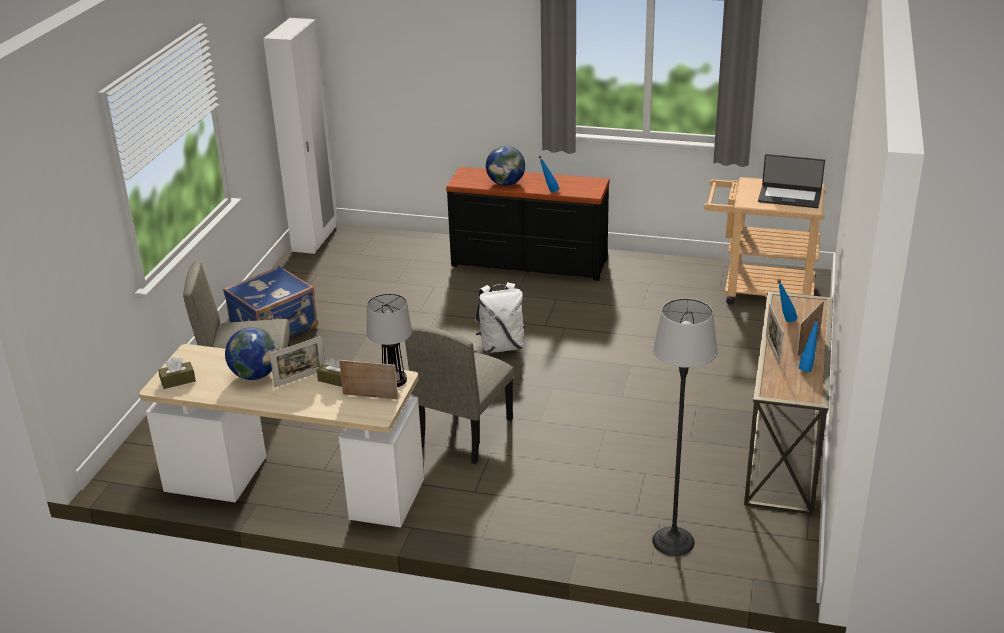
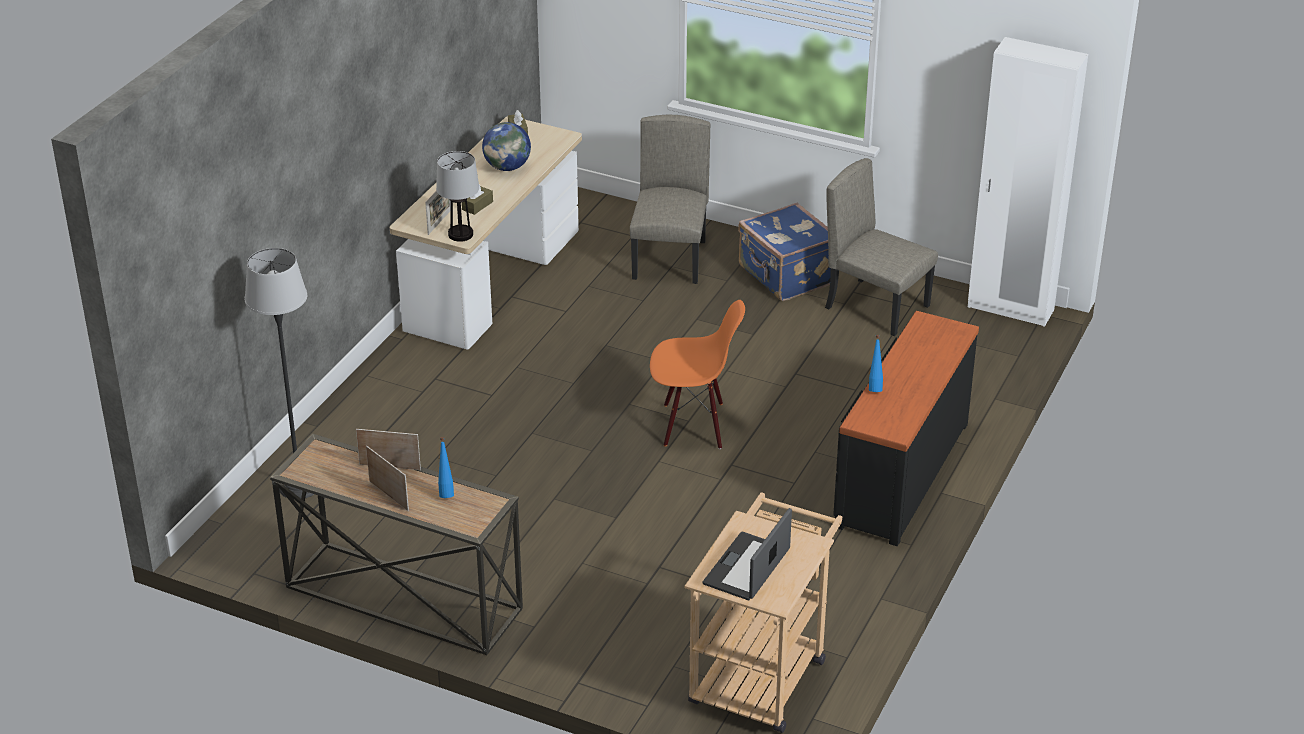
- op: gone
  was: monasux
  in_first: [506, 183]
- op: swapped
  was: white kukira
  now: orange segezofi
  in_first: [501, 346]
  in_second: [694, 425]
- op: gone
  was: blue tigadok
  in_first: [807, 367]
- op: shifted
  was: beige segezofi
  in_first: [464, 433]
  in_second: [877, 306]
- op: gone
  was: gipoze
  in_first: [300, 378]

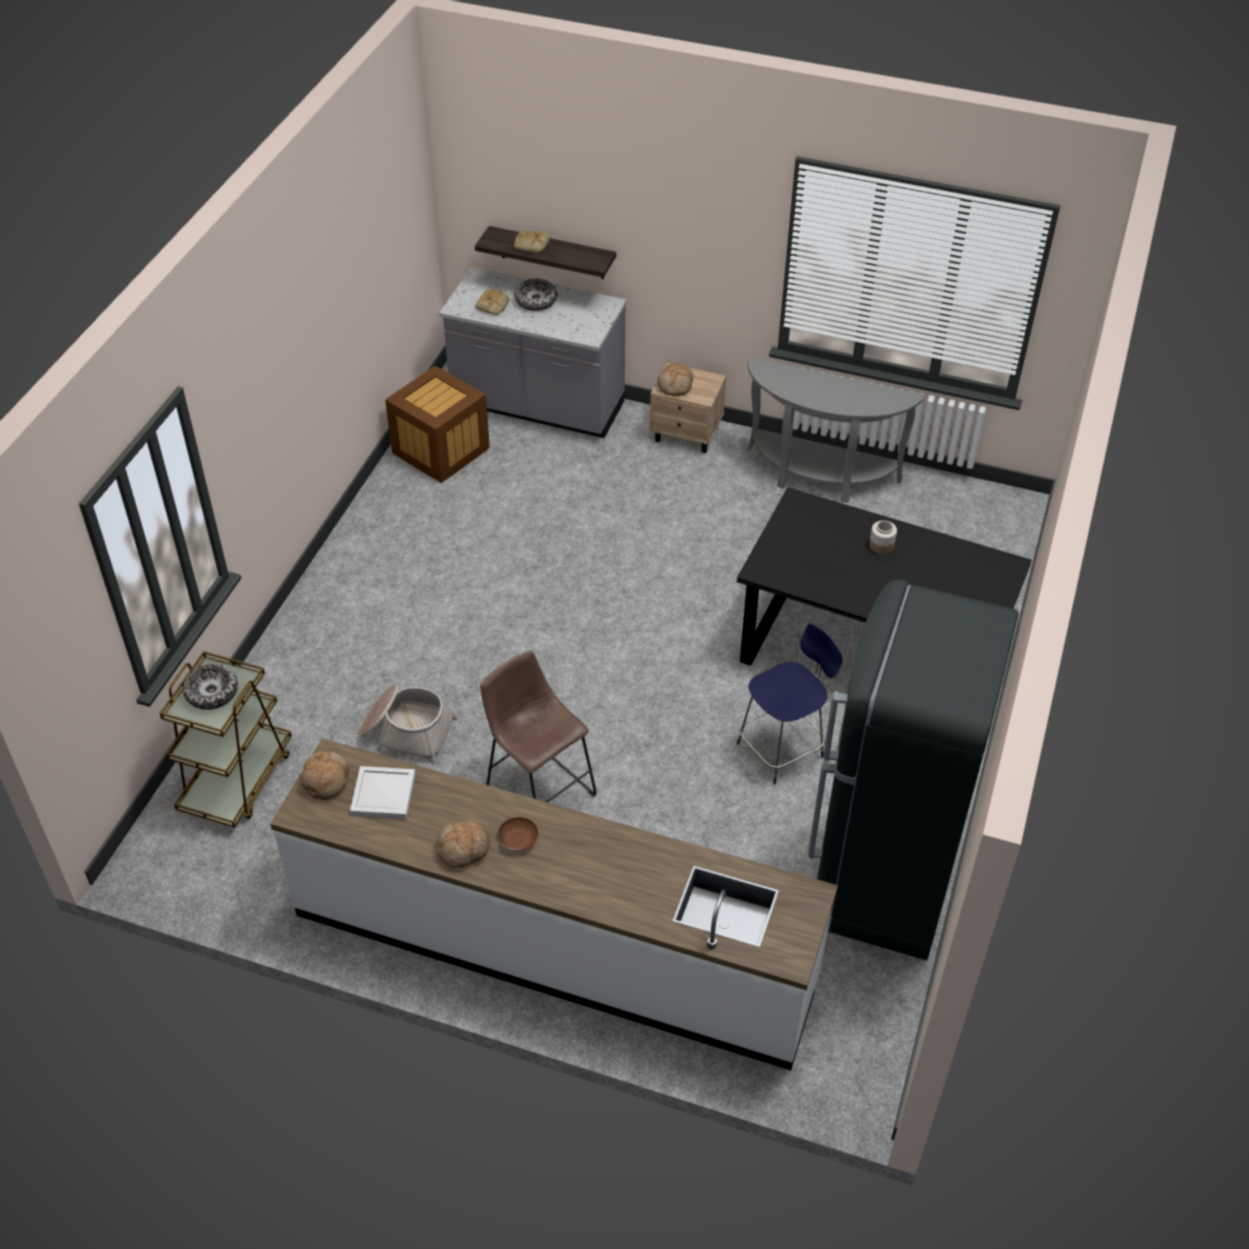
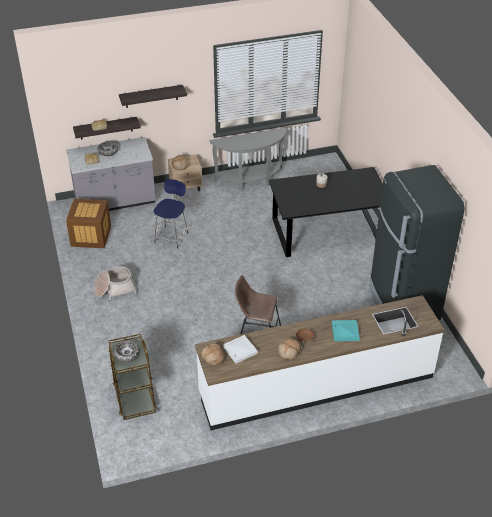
- op: shifted
  was: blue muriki
  in_first: [782, 748]
  in_second: [172, 237]
- op: shifted
  was: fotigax
  in_first: [406, 731]
  in_second: [115, 289]
- op: new
  now: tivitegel
  in_second: [151, 96]
- op: new
  now: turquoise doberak
  in_second: [344, 331]

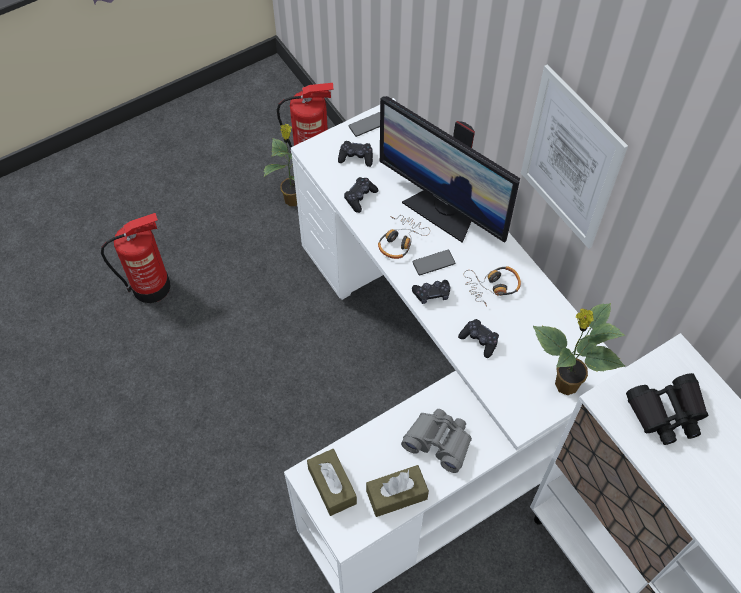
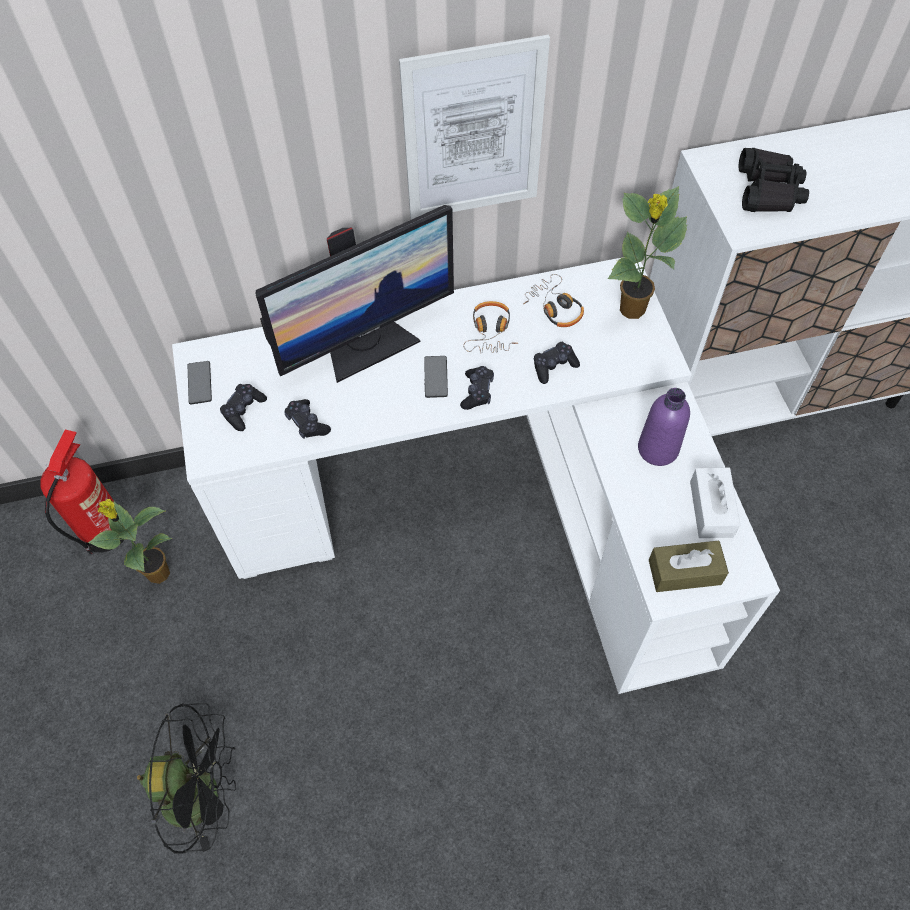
- op: swapped
  was: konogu
  now: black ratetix
  in_first: [152, 286]
  in_second: [204, 793]
- op: shifted
  was: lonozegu
  in_first: [400, 240]
  in_second: [554, 307]
- op: swapped
  was: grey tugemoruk
  now: purple tigadok
  in_first: [439, 442]
  in_second: [658, 449]
- op: repainted
  was: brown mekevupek
  now: white mekevupek
  in_first: [396, 495]
  in_second: [711, 509]

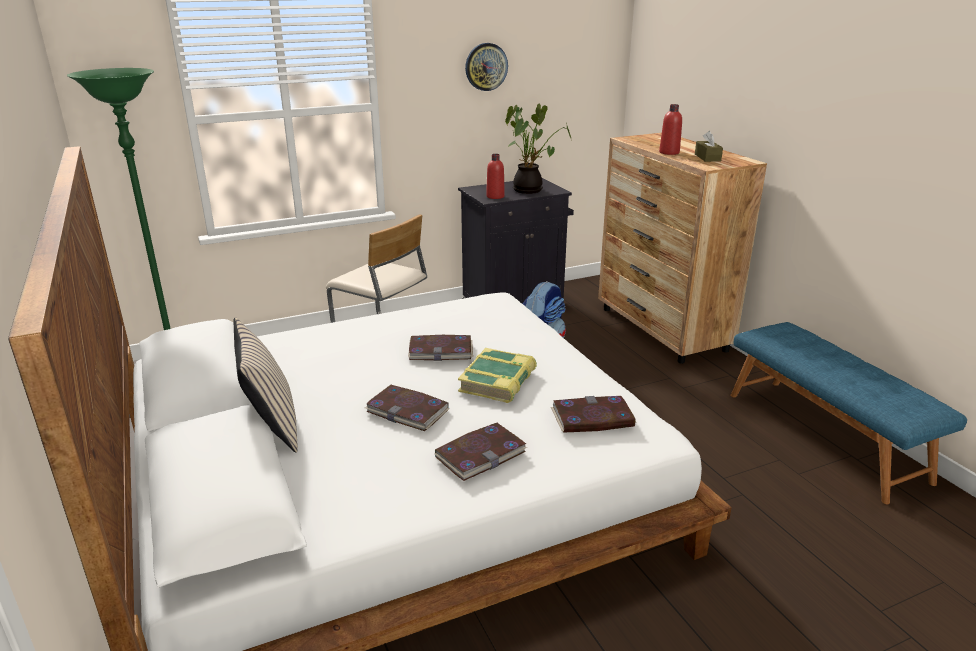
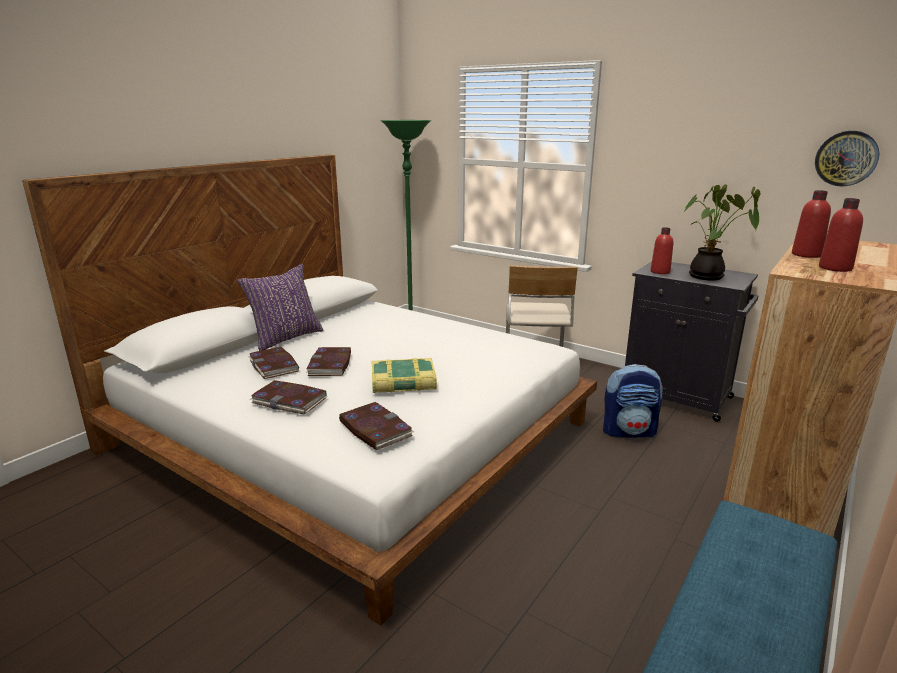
- op: shifted
  was: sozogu
  in_first: [486, 67]
  in_second: [846, 158]
- op: swapped
  was: brown mekevupek
  now: red tigadok
  in_first: [707, 157]
  in_second: [835, 268]
- op: repainted
  was: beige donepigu
  now: purple donepigu
  in_first: [272, 426]
  in_second: [285, 338]
- op: shifted
  was: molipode
  in_first: [441, 350]
  in_second: [274, 365]

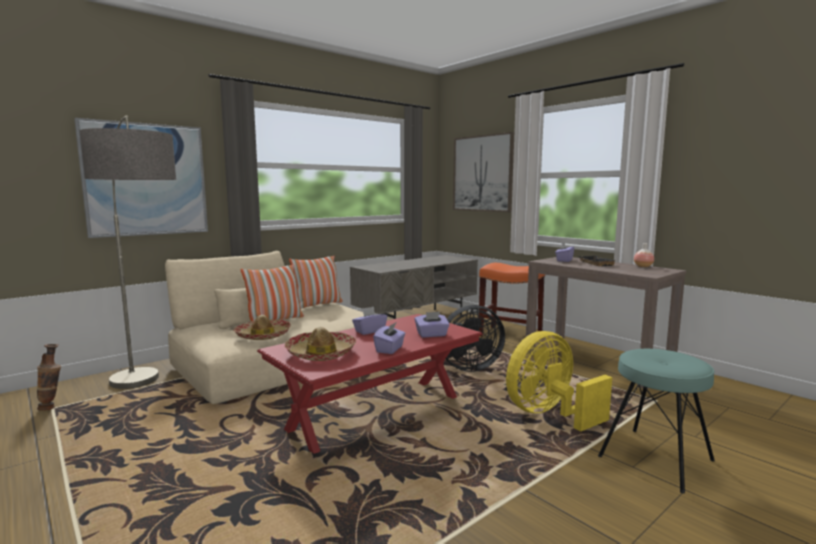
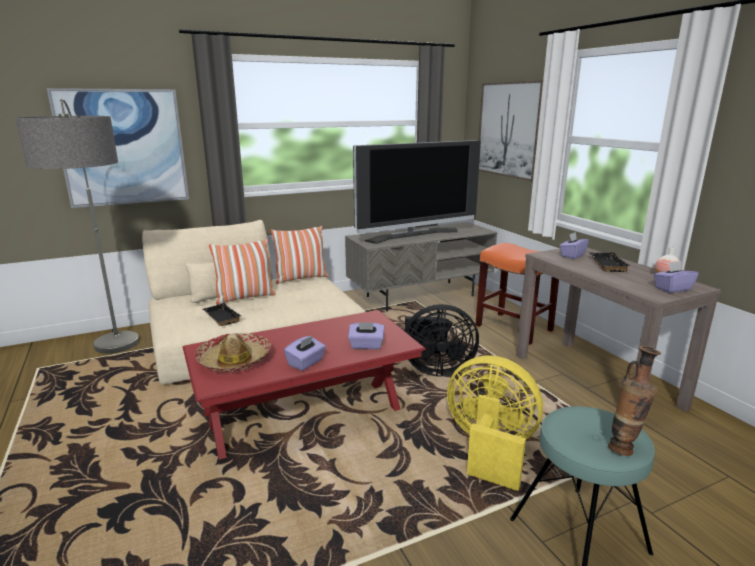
- op: shifted
  was: purple mekevupek
  in_first: [369, 331]
  in_second: [672, 288]
- op: swapped
  was: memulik
  now: black doberak
  in_first: [263, 335]
  in_second: [220, 318]
- op: rotated
  was: yellow ratetix
  in_first: [549, 414]
  in_second: [489, 449]
  clockwise: 45
- op: shifted
  was: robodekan
  in_first: [52, 407]
  in_second: [625, 448]
- op: new
  now: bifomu
  in_second: [414, 235]

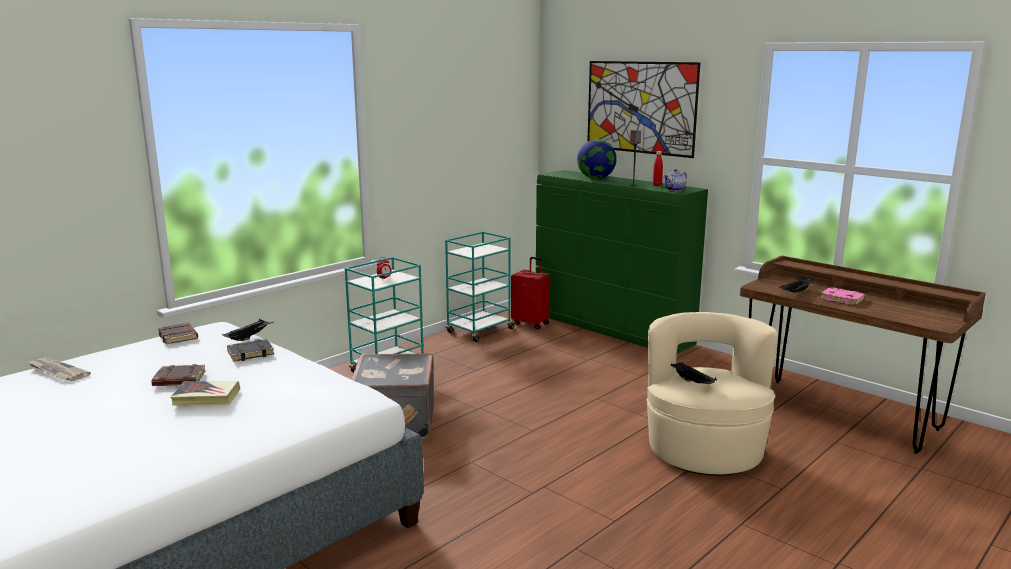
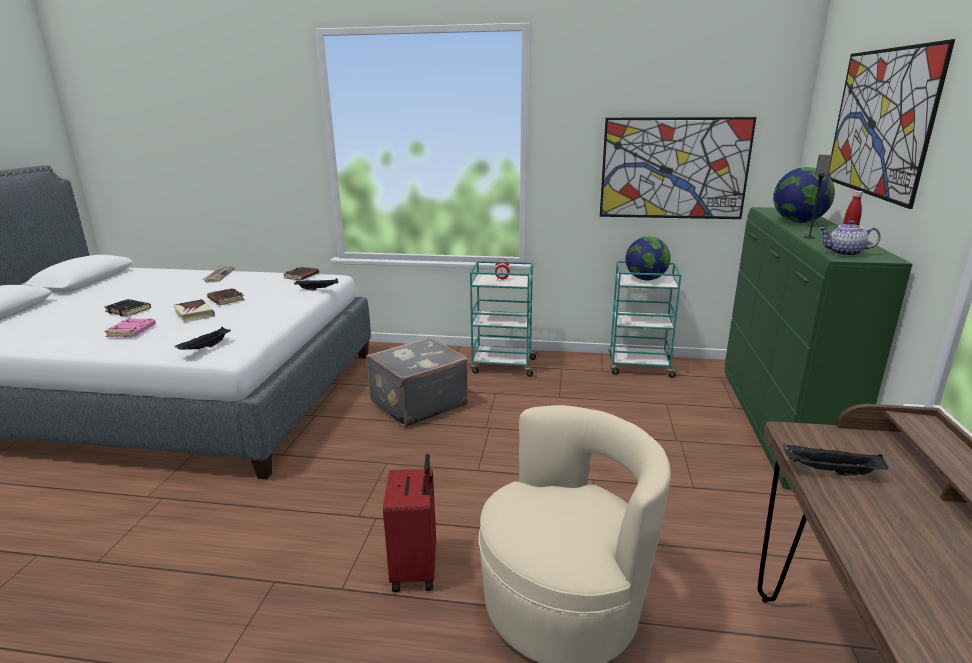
- op: shifted
  was: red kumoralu
  in_first: [531, 324]
  in_second: [416, 570]
- op: shifted
  was: pink molipode
  in_first: [842, 299]
  in_second: [132, 331]
- op: shifted
  was: black molipode
  in_first: [251, 353]
  in_second: [129, 310]
- op: shifted
  was: black doberak
  in_first: [693, 382]
  in_second: [205, 348]
- op: new
  now: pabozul
  in_second: [674, 169]
- op: new
  now: monasux
  in_second: [645, 279]

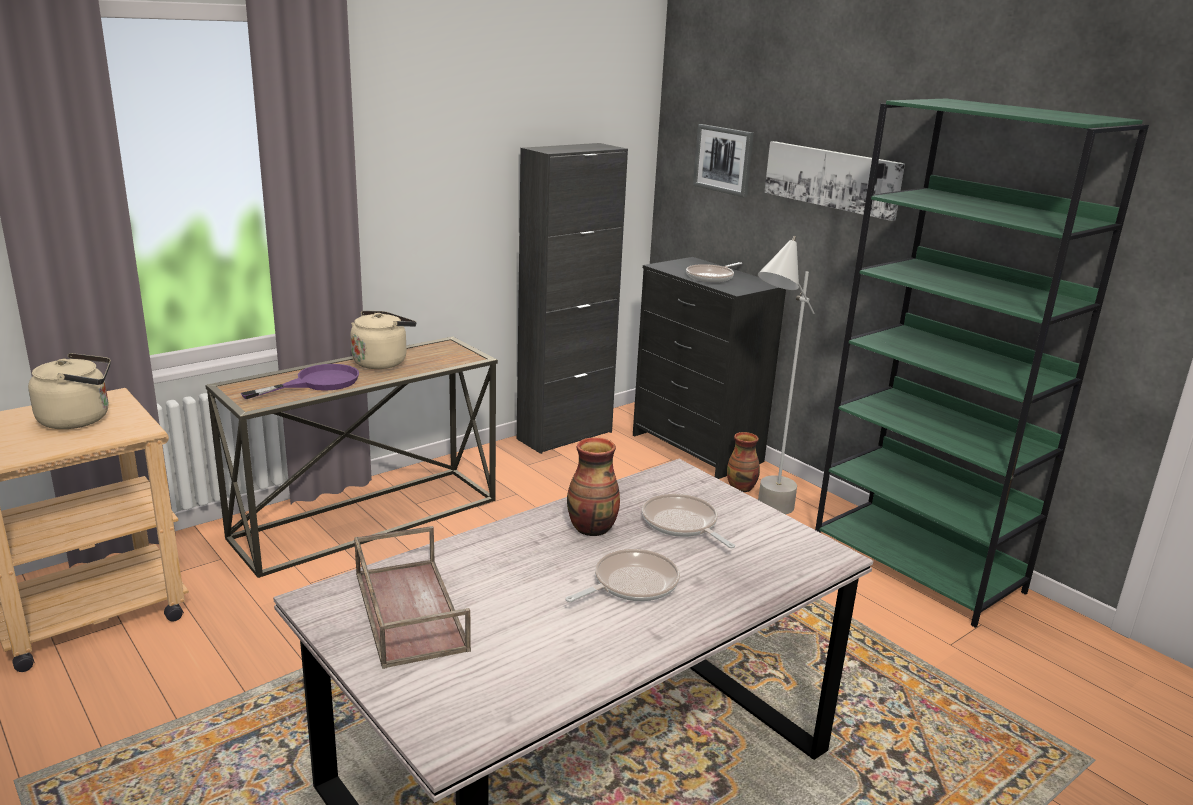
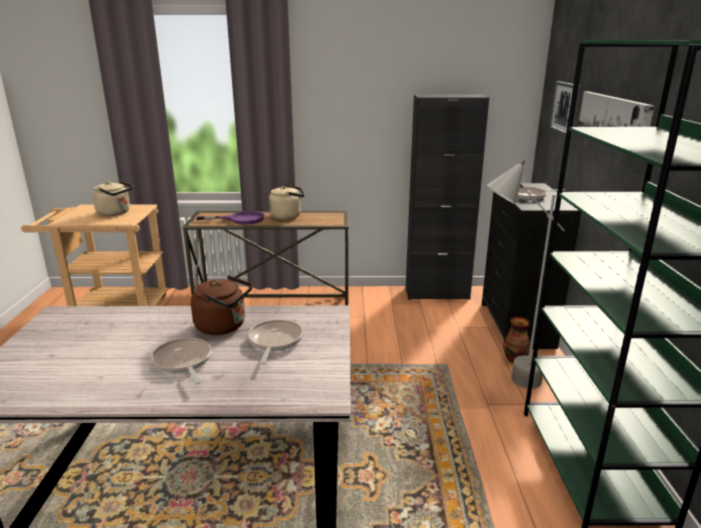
- op: swapped
  was: robodekan
  now: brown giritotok
  in_first: [593, 529]
  in_second: [224, 326]
- op: gone
  was: brown doberak
  in_first: [407, 610]
- op: rotated
  was: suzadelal
  in_first: [631, 584]
  in_second: [183, 362]
  clockwise: -120

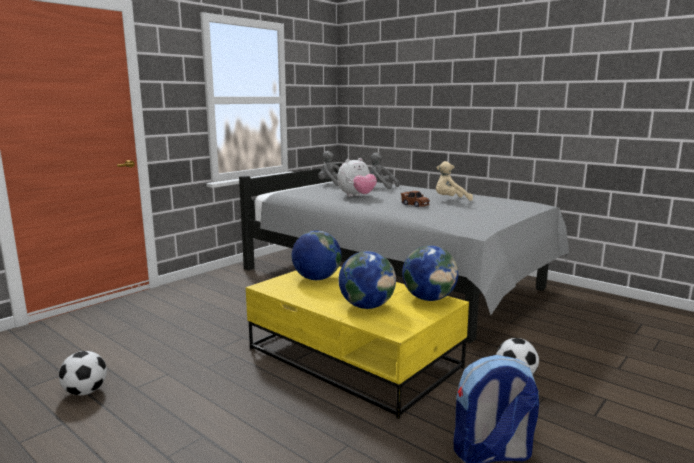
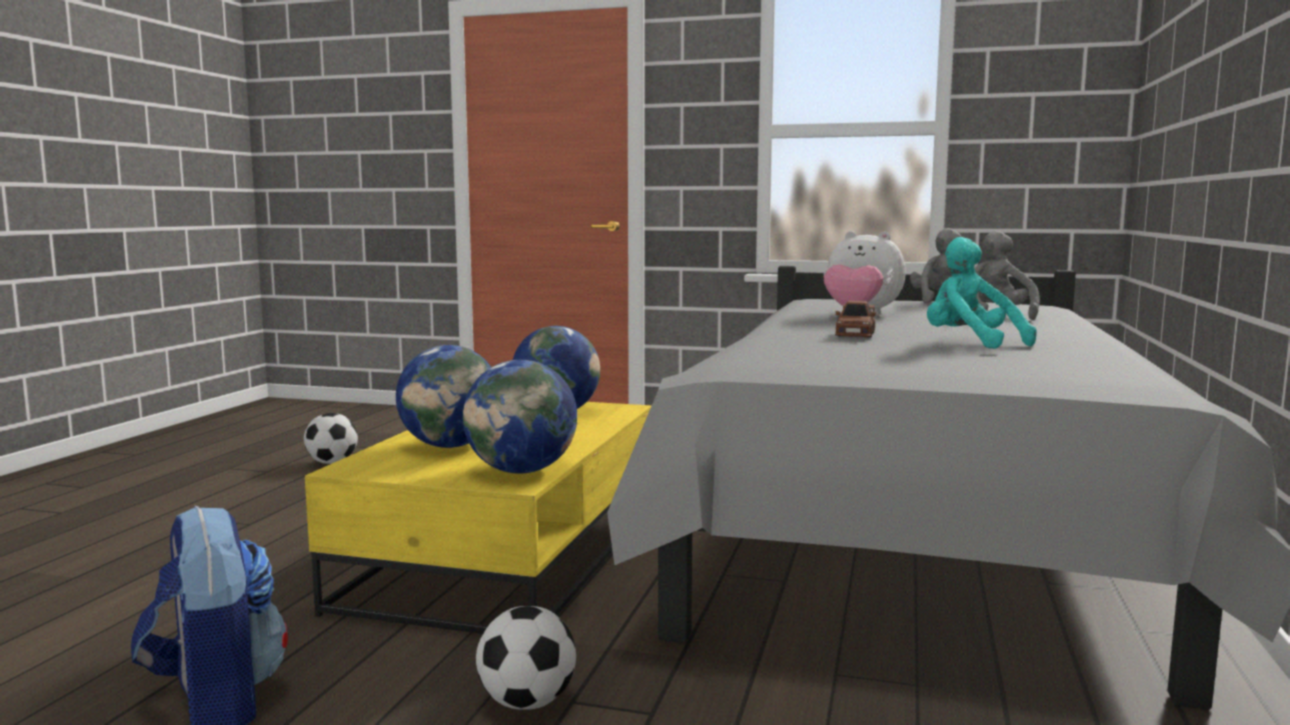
- op: repainted
  was: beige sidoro
  now: turquoise sidoro
  in_first: [450, 200]
  in_second: [970, 344]

